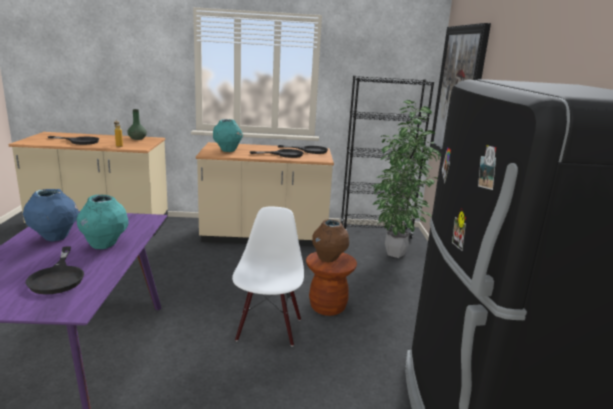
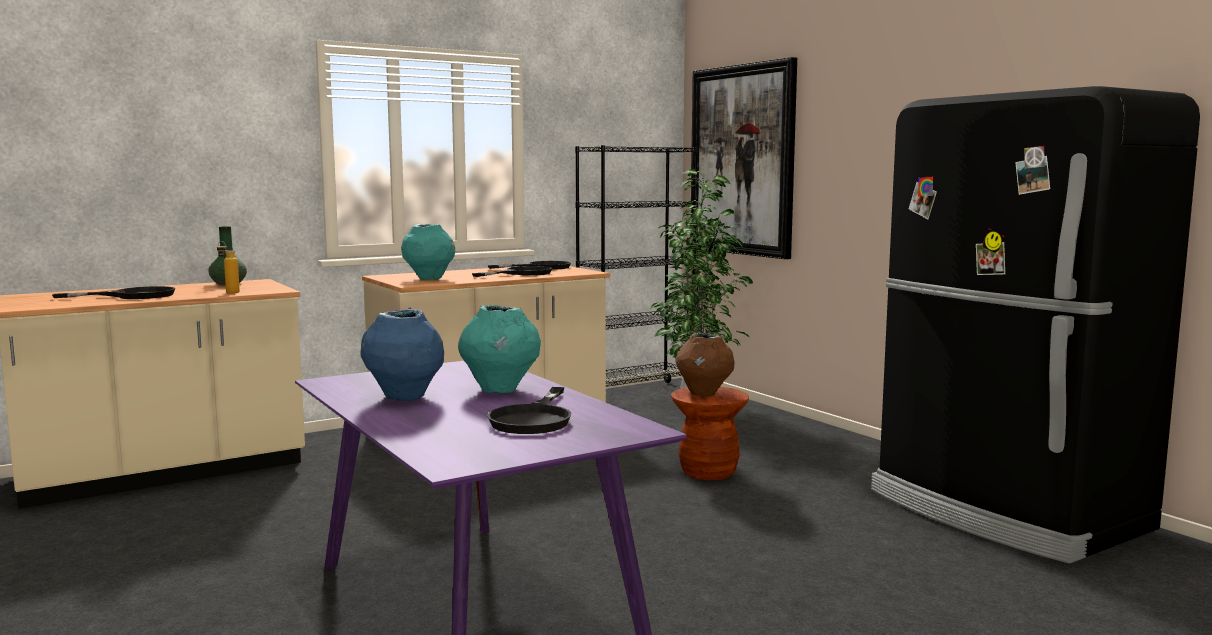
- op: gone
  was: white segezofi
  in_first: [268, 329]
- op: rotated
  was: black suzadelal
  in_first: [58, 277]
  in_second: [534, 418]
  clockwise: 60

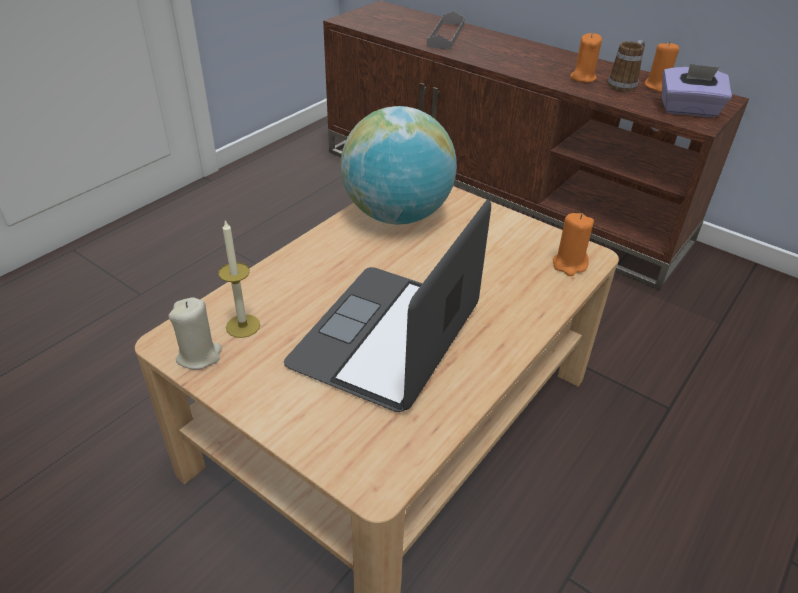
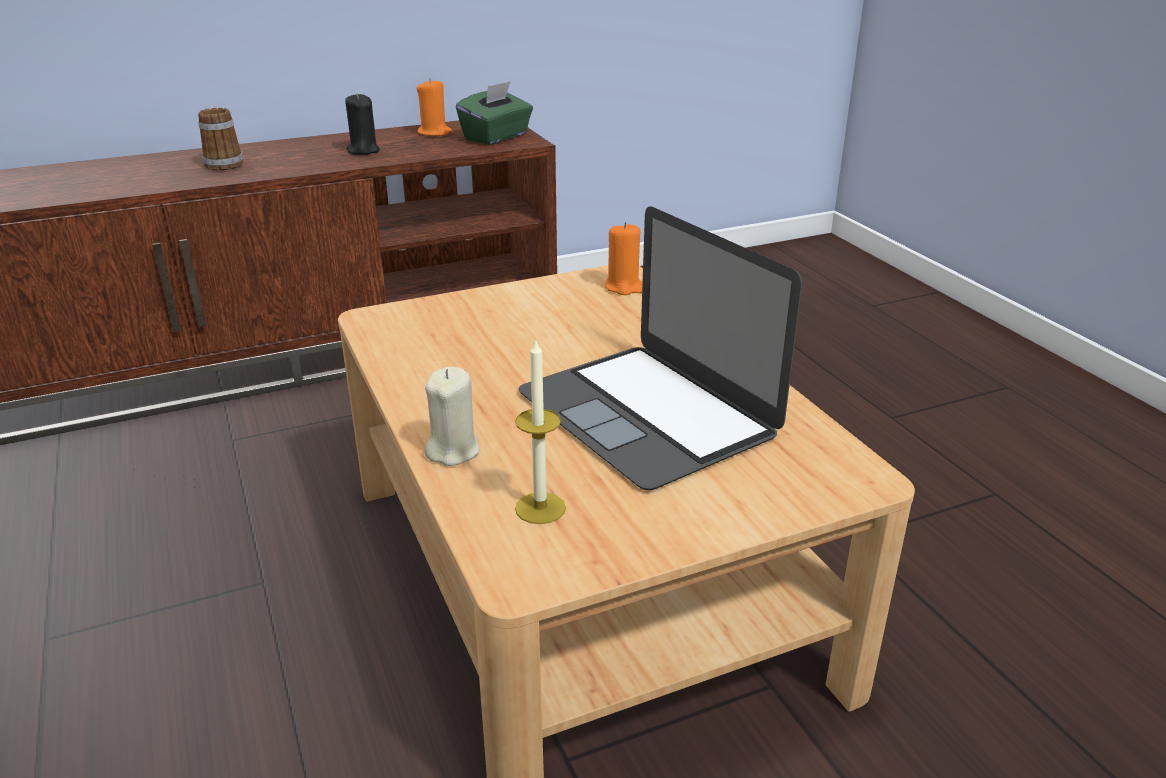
- op: gone
  was: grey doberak
  in_first: [446, 35]
- op: repainted
  was: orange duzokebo
  now: black duzokebo
  in_first: [582, 78]
  in_second: [363, 151]
- op: shifted
  was: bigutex
  in_first: [624, 84]
  in_second: [223, 162]
- op: repainted
  was: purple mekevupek
  now: green mekevupek
  in_first: [688, 110]
  in_second: [496, 137]
- op: gone
  was: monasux
  in_first: [397, 215]
- op: shifted
  was: beige duzokebo
  in_first: [199, 355]
  in_second: [453, 451]

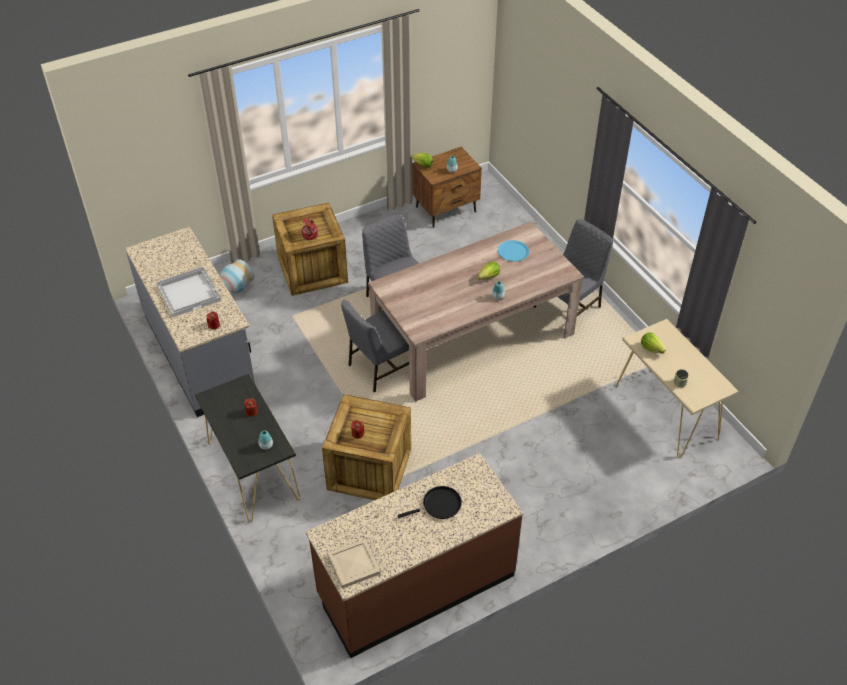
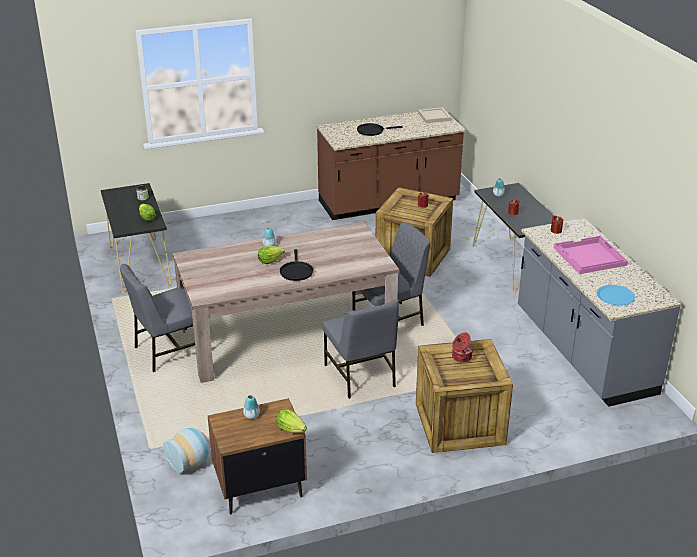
- op: shifted
  was: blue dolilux
  in_first: [513, 251]
  in_second: [615, 296]
- op: shifted
  was: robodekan
  in_first: [236, 288]
  in_second: [190, 463]
- op: repainted
  was: white doberak
  now: pink doberak
  in_first: [189, 292]
  in_second: [589, 257]
- op: repainted
  was: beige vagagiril
  now: black vagagiril
  in_first: [666, 411]
  in_second: [139, 265]
- op: new
  now: black suzadelal
  in_second: [296, 271]

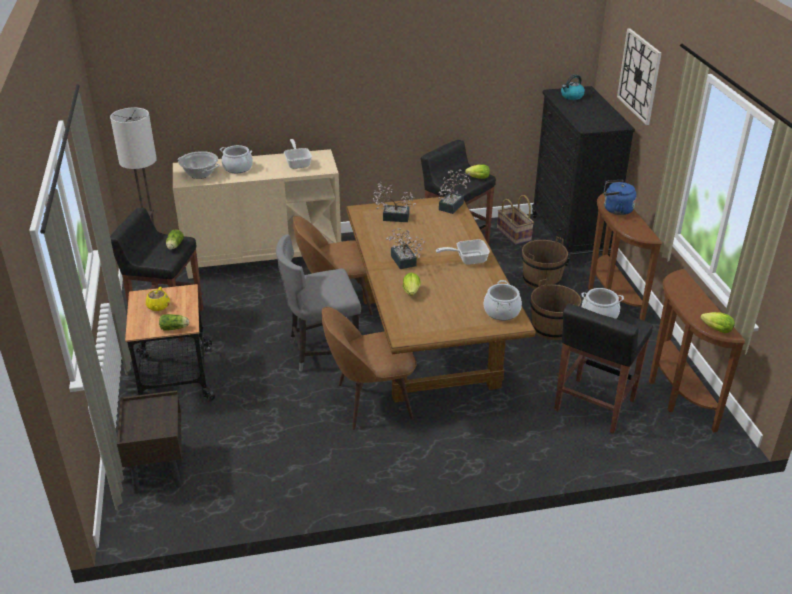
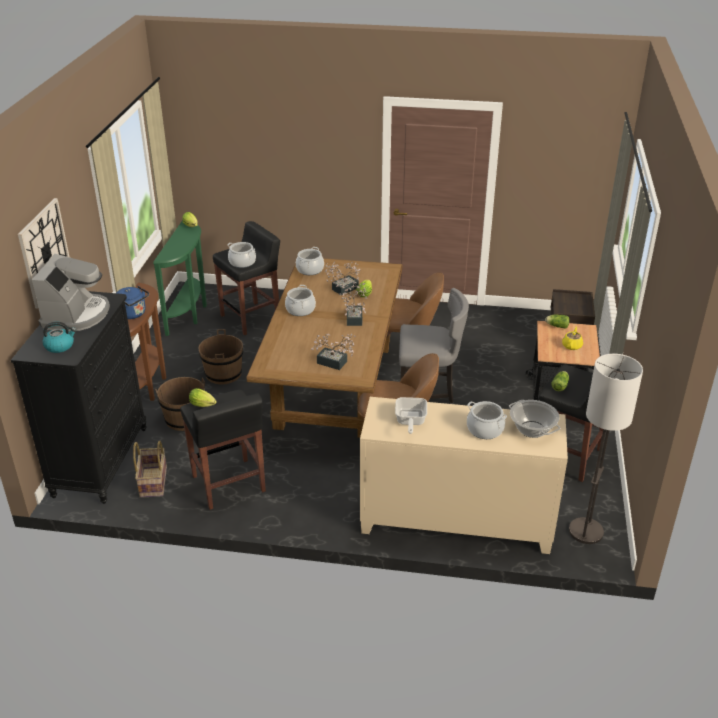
- op: shifted
  was: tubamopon
  in_first: [453, 205]
  in_second: [342, 289]
- op: swapped
  was: suzadelal
  now: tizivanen
  in_first: [467, 259]
  in_second: [300, 310]
- op: repainted
  was: brown vagagiril
  now: green vagagiril
  in_first: [675, 394]
  in_second: [189, 313]
- op: new
  now: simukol
  in_second: [76, 315]

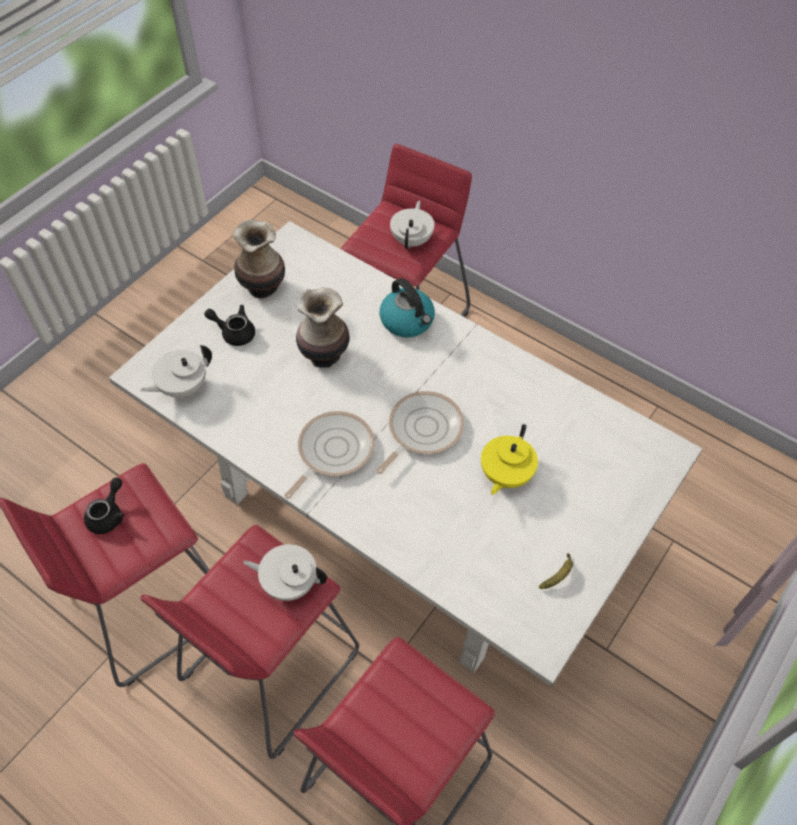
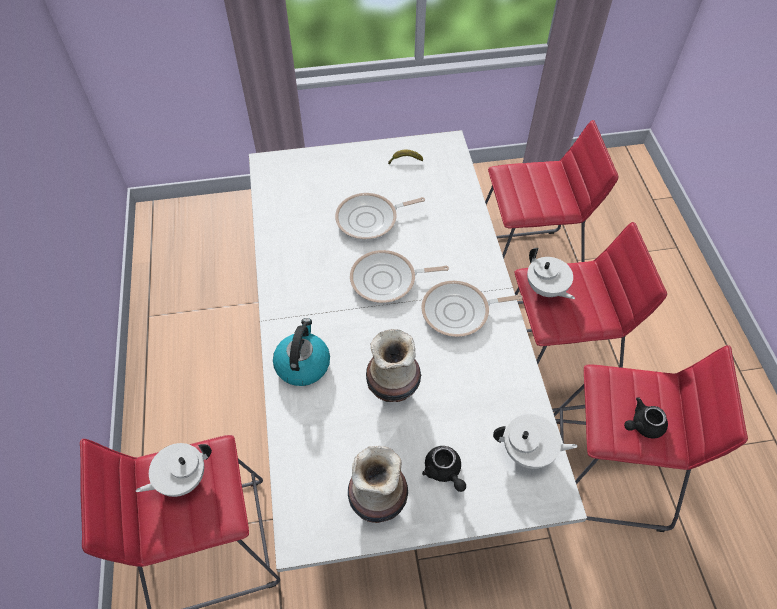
- op: swapped
  was: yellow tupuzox
  now: suzadelal
  in_first: [505, 475]
  in_second: [370, 219]

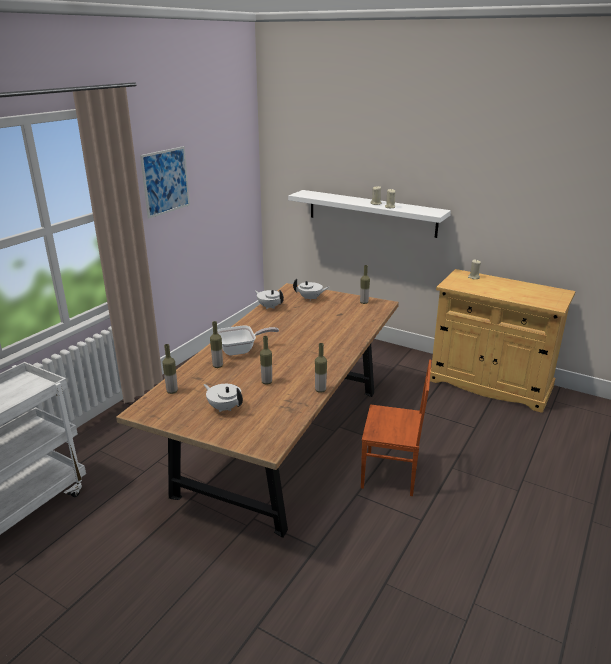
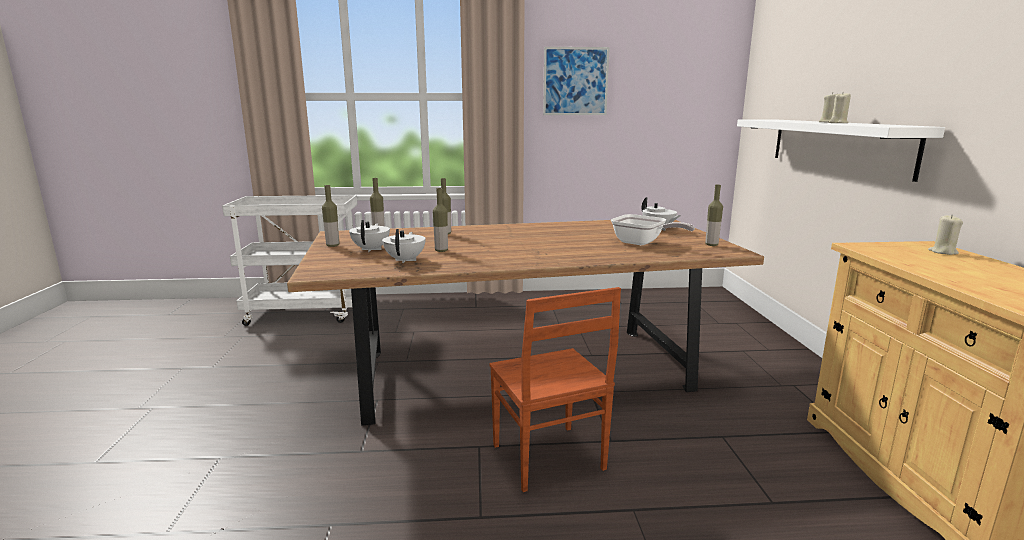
- op: shifted
  was: white tupuzox
  in_first: [269, 307]
  in_second: [405, 260]
- op: shifted
  was: suzadelal
  in_first: [241, 350]
  in_second: [642, 243]
- op: shifted
  was: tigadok
  in_first: [320, 390]
  in_second: [333, 245]

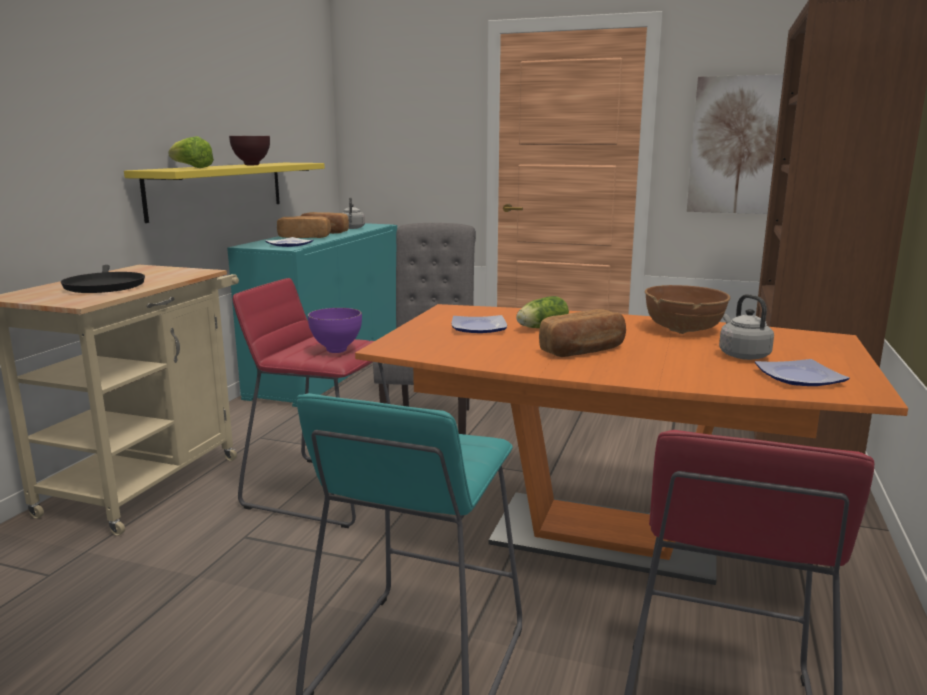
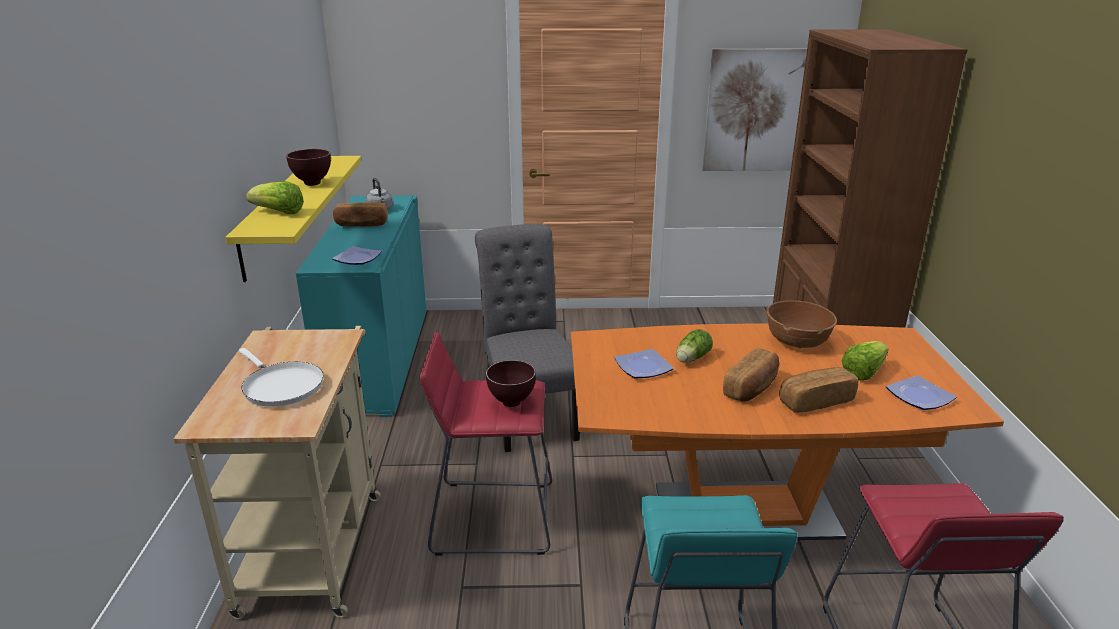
- op: shifted
  was: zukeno
  in_first: [304, 237]
  in_second: [815, 401]
- op: repainted
  was: black suzadelal
  now: white suzadelal
  in_first: [104, 286]
  in_second: [280, 386]
- op: swapped
  was: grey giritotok
  now: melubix
  in_first: [742, 355]
  in_second: [863, 372]
- op: repainted
  was: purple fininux
  now: brown fininux
  in_first: [337, 351]
  in_second: [513, 403]

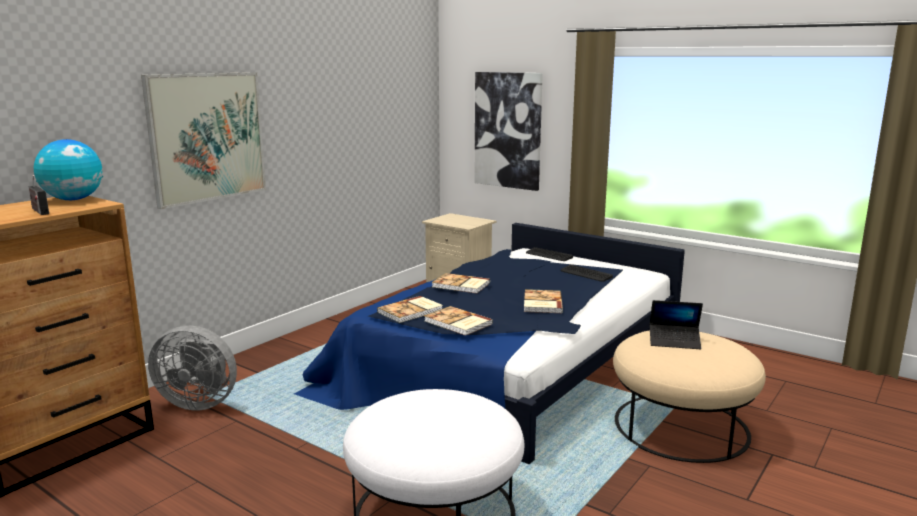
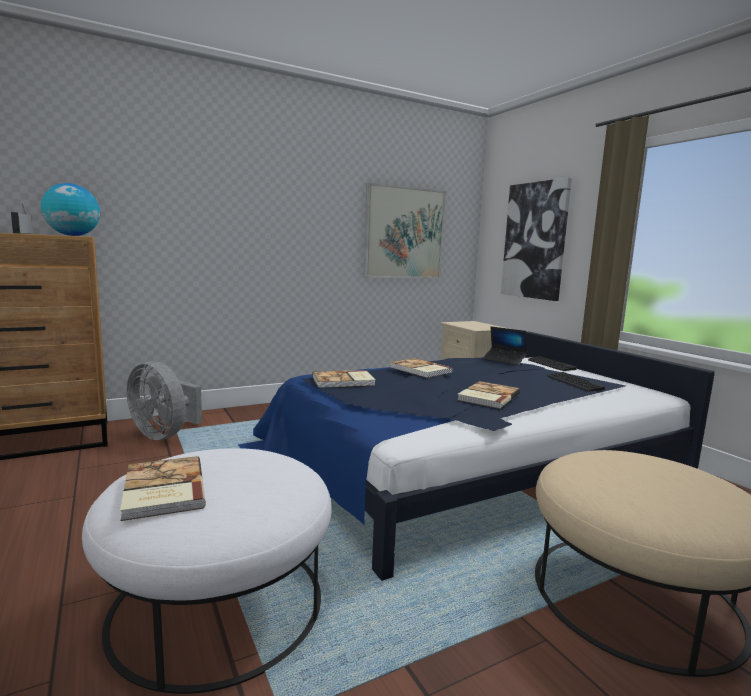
- op: shifted
  was: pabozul
  in_first: [207, 137]
  in_second: [404, 233]
- op: shifted
  was: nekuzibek
  in_first: [674, 341]
  in_second: [504, 360]
- op: shifted
  was: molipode
  in_first: [457, 323]
  in_second: [162, 490]

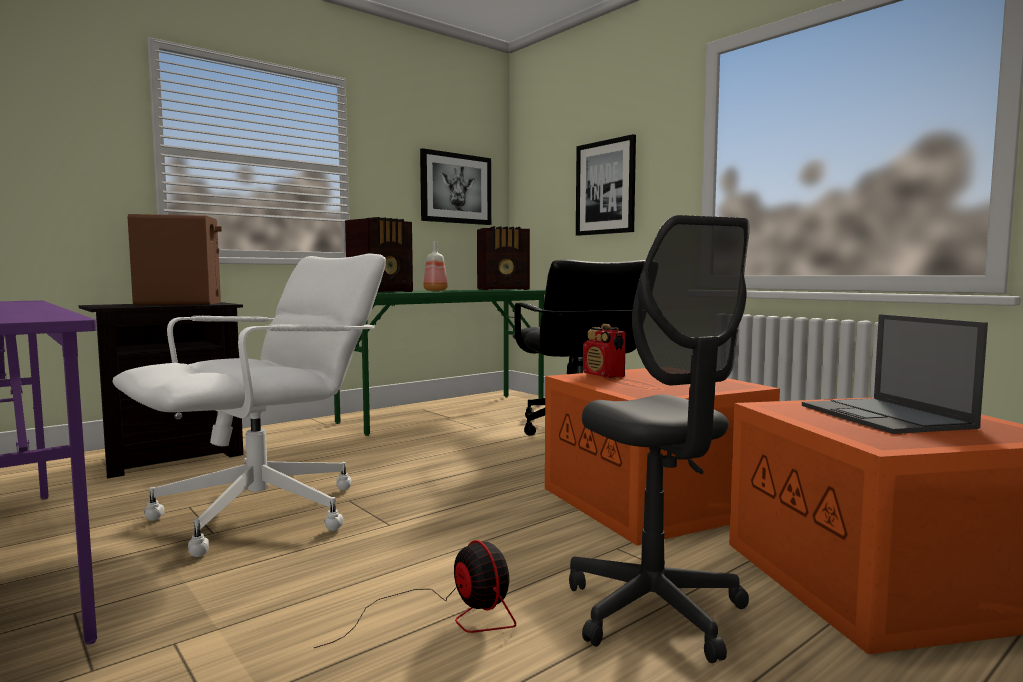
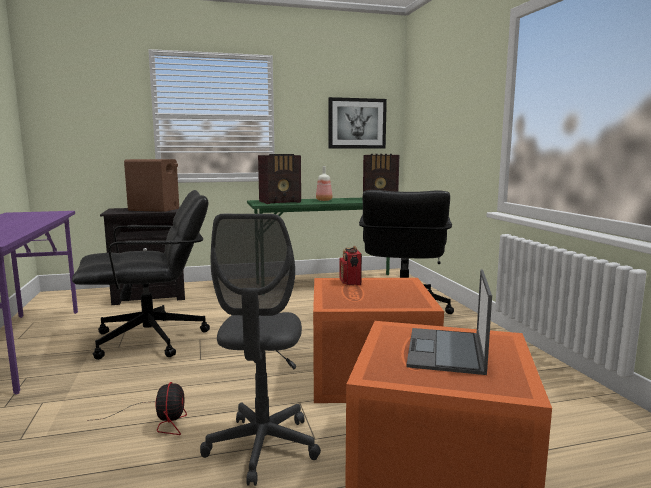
- op: gone
  was: pabozul
  in_first: [605, 187]
- op: repainted
  was: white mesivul
  now: black mesivul
  in_first: [263, 513]
  in_second: [151, 340]

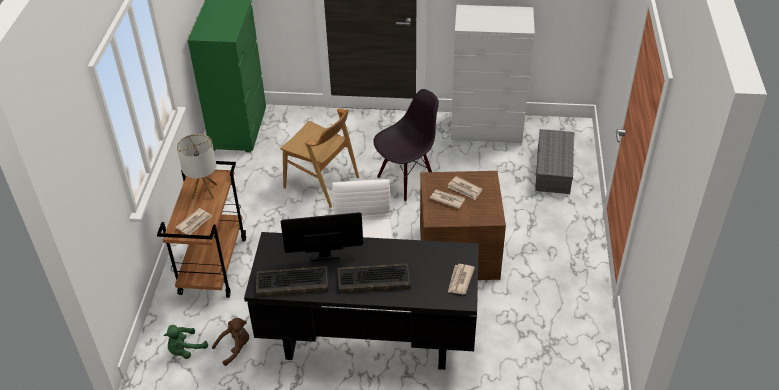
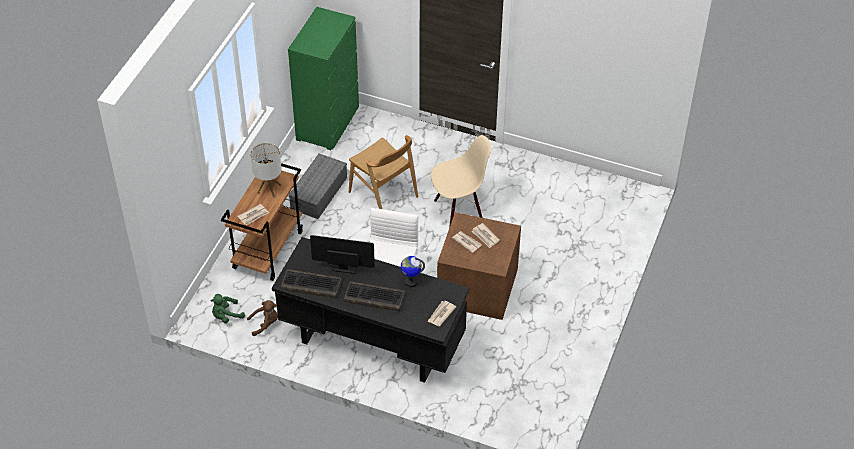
- op: gone
  was: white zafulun
  in_first: [487, 129]
- op: repainted
  was: black segezofi
  now: beige segezofi
  in_first: [406, 181]
  in_second: [459, 210]
- op: shifted
  was: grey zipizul
  in_first: [554, 170]
  in_second: [319, 194]
- op: new
  now: monasux
  in_second: [411, 281]

